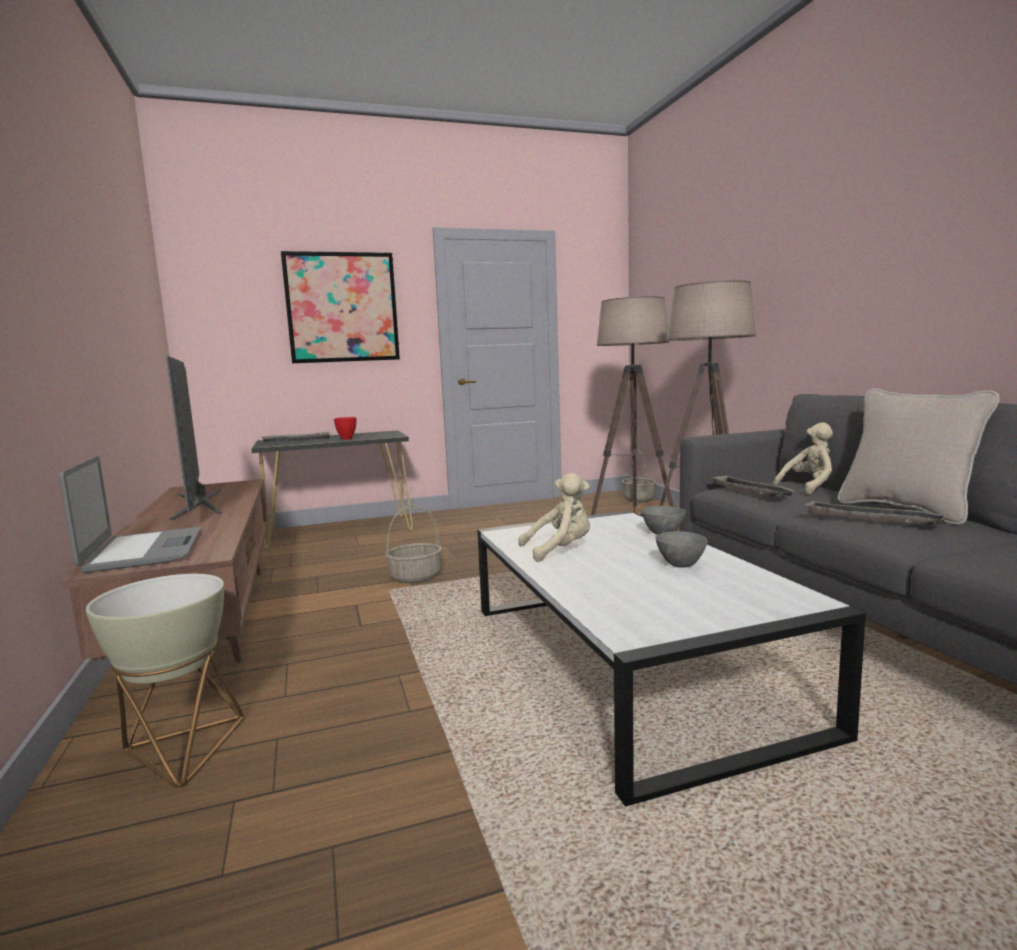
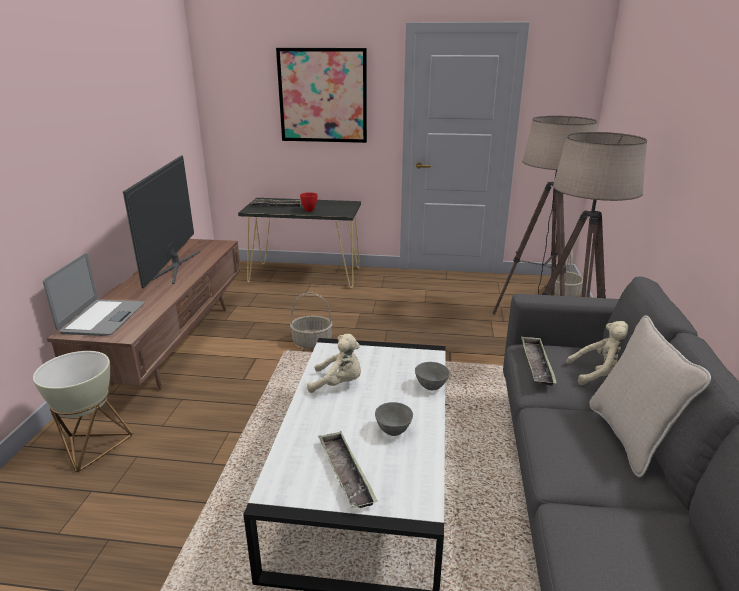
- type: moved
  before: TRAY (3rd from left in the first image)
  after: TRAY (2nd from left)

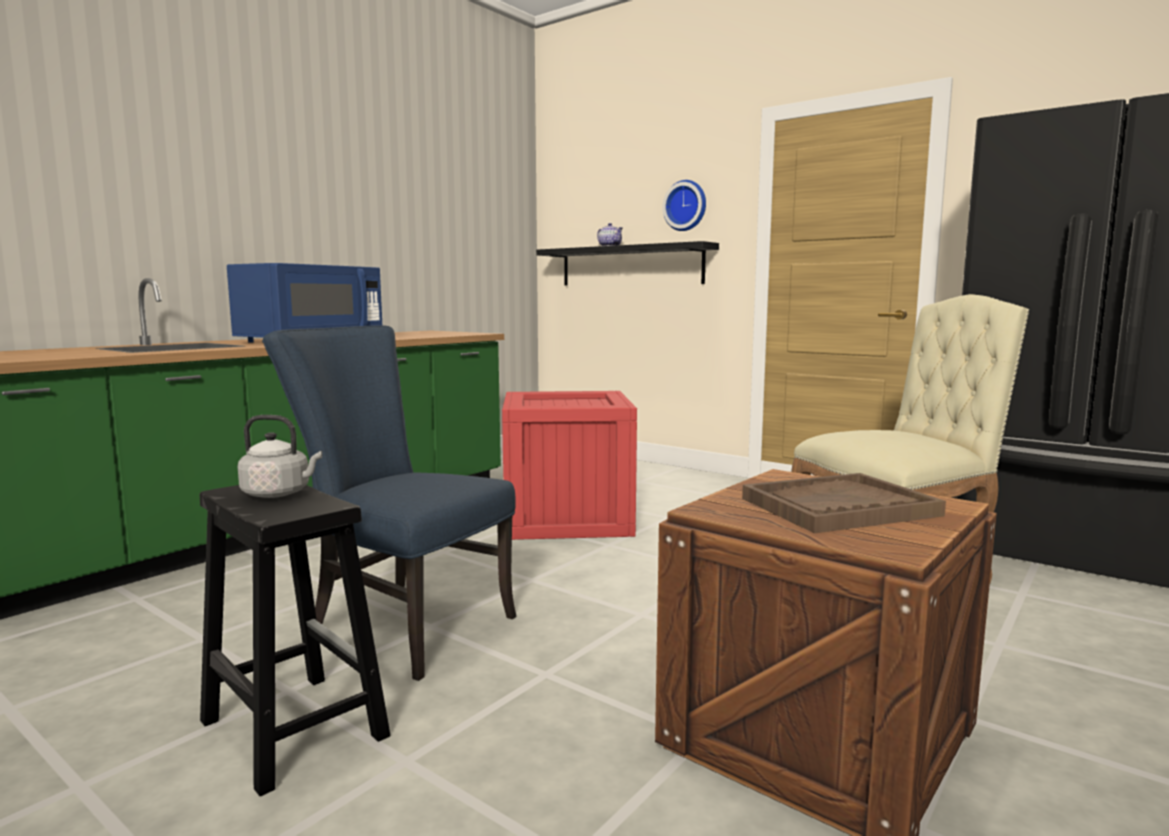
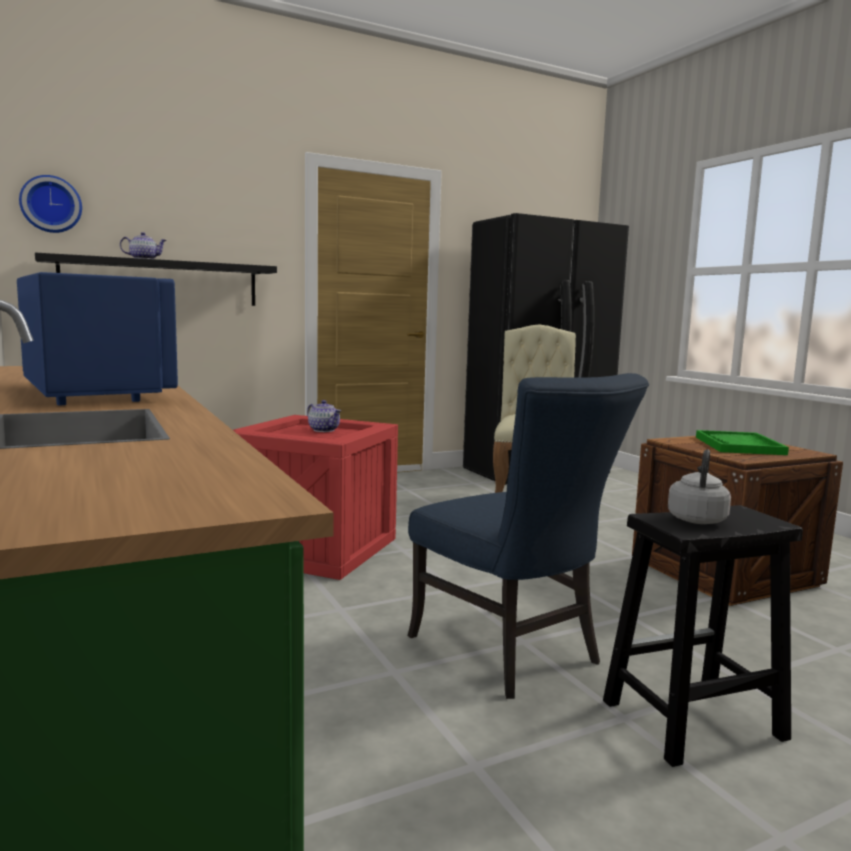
- type: added
  after: TEA POT (2nd from left)
- type: moved
  before: CLOCK ON THE WALL
- type: recoloured
  before: BROWNISH TRAY
  after: GREEN-COLOURED TRAY
- type: turned
  before: BLUISH CHAIR
  turn: -90

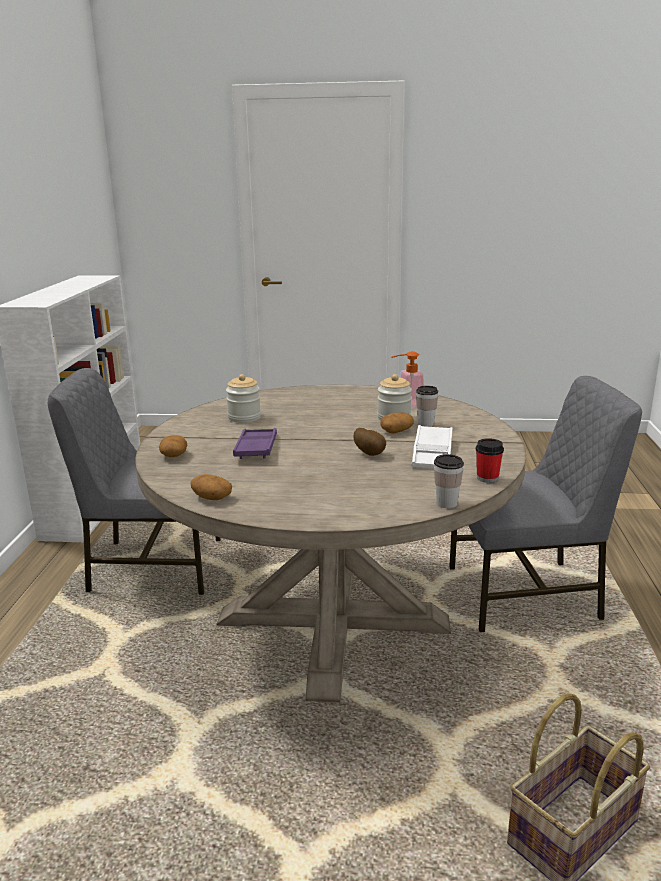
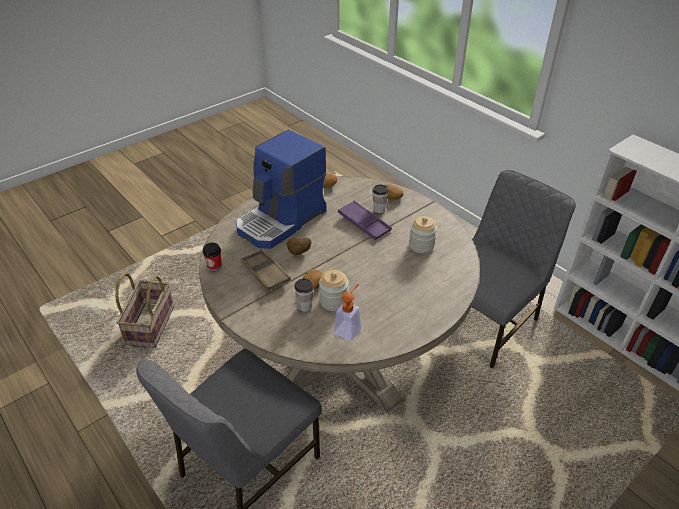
- type: added
  after: COFFEE MACHINE
- type: moved
  before: SMALL CUP (2nd from left in the first image)
  after: SMALL CUP (3rd from left)
- type: recoloured
  before: WHITE-COLOURED TRAY
  after: BROWNISH TRAY

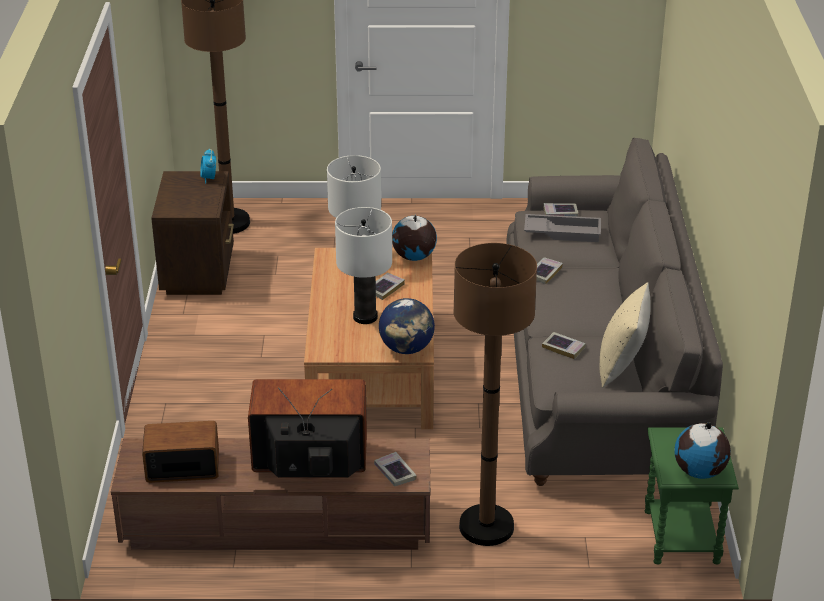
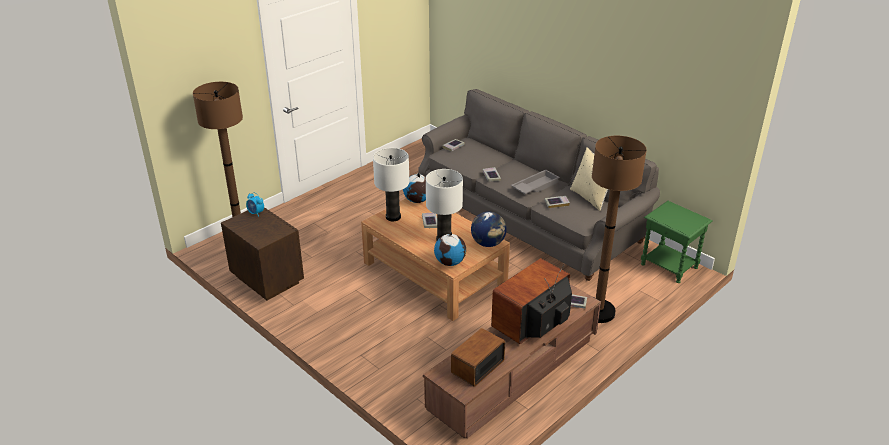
- type: moved
  before: GRAY TRAY
- type: moved
  before: WORLD GLOBE (3rd from left in the first image)
  after: WORLD GLOBE (2nd from left)

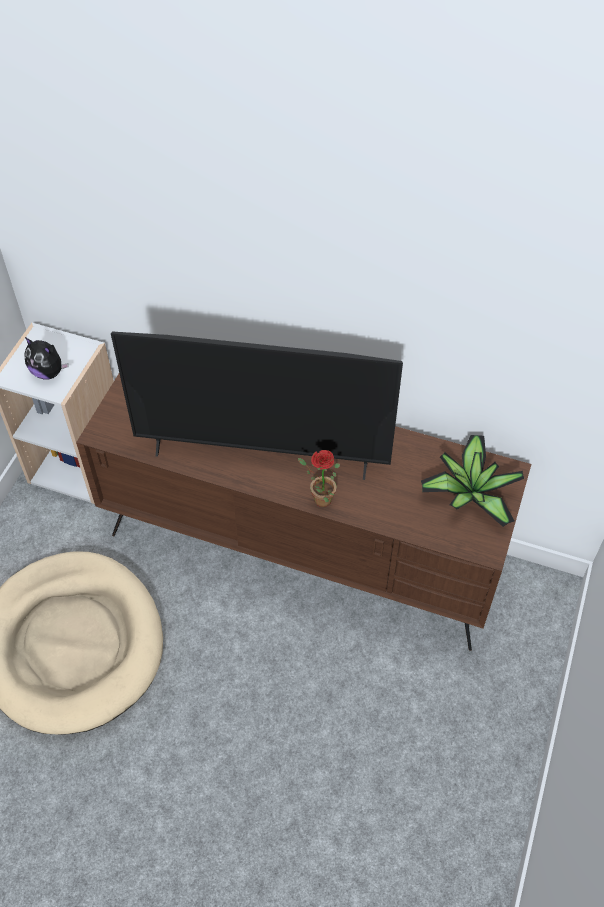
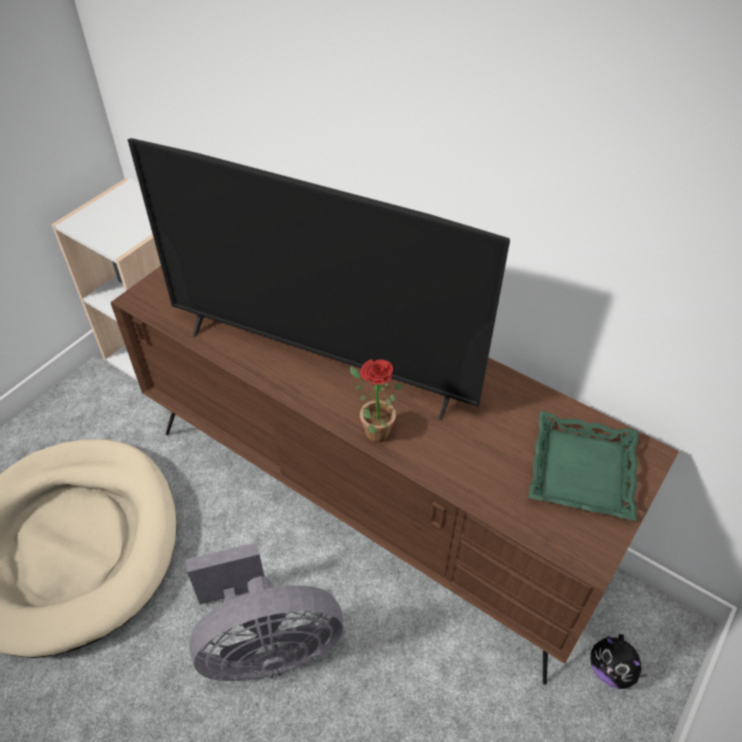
- type: added
  after: GRAY COOLING FAN
- type: moved
  before: CUDDLY TOY
- type: replaced
  before: HOUSEPLANT (2nd from left)
  after: GREEN-COLOURED TRAY

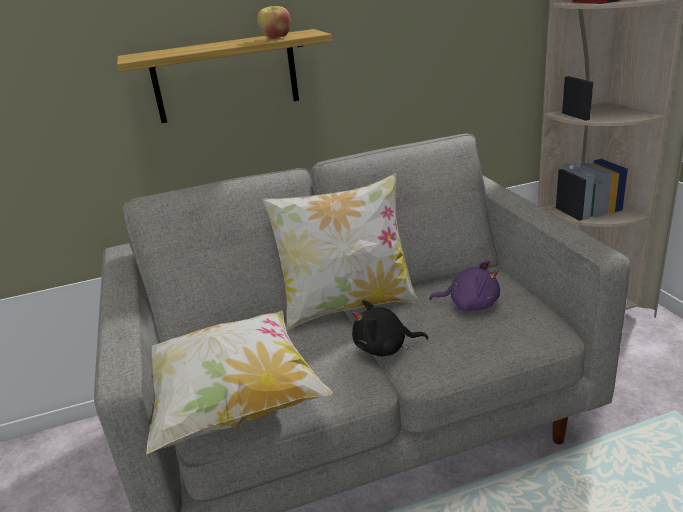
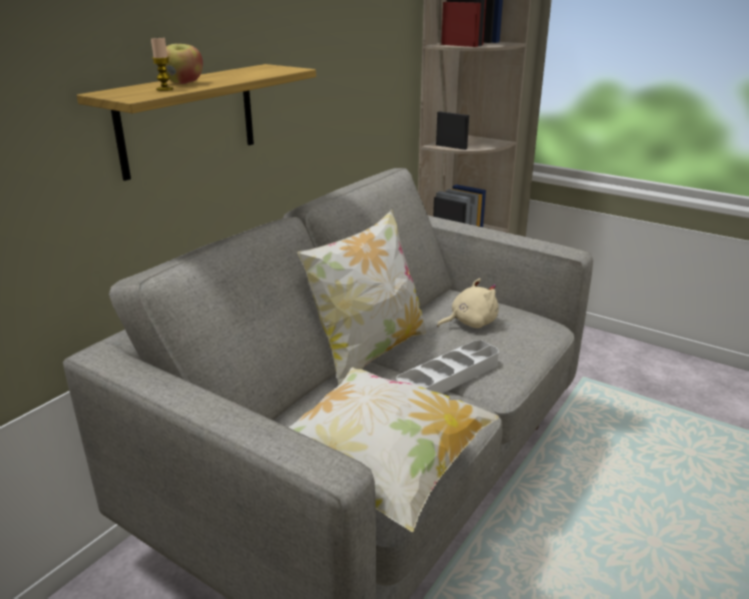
- type: added
  after: WAX CANDLE
- type: moved
  before: APPLE FRUIT
- type: replaced
  before: BLACK CUDDLY TOY
  after: GRAY TRAY
- type: recoloured
  before: PURPLE-COLOURED CUDDLY TOY
  after: BEIGE-COLOURED CUDDLY TOY

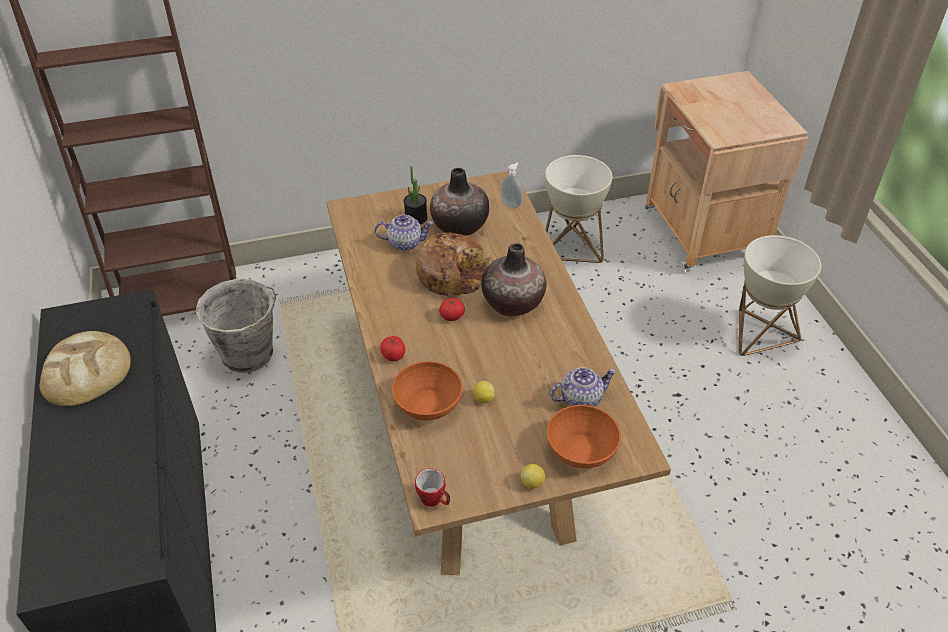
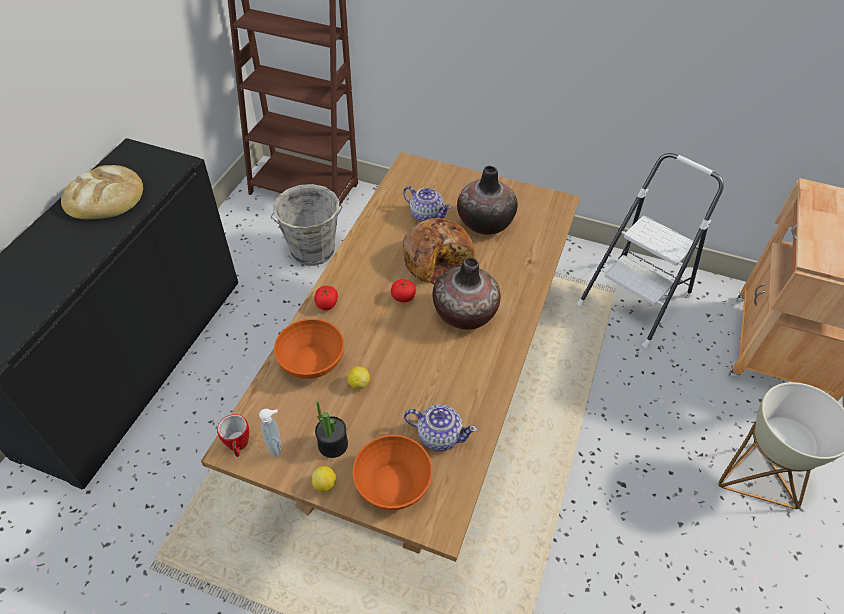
- type: moved
  before: HOUSEPLANT
- type: moved
  before: SOAP BOTTLE
- type: replaced
  before: FLOWER POT (1st from left)
  after: WHITE-COLOURED STEP LADDER

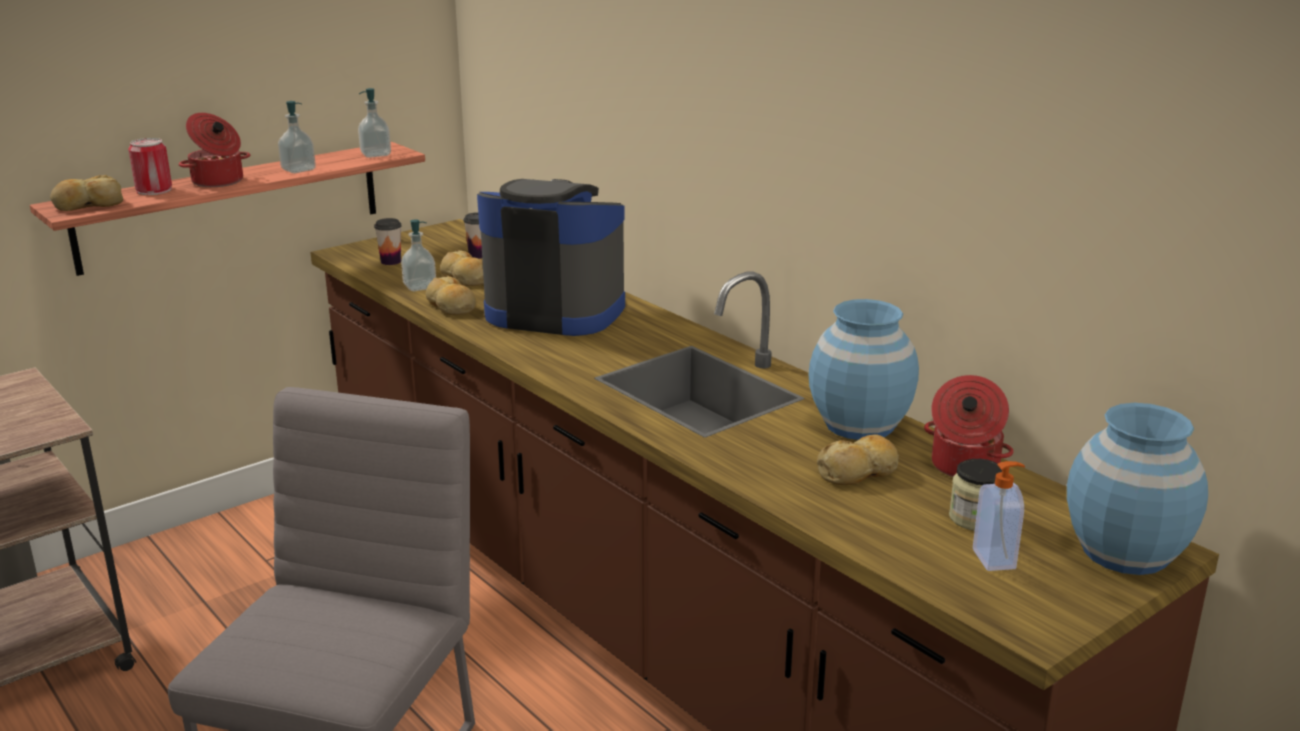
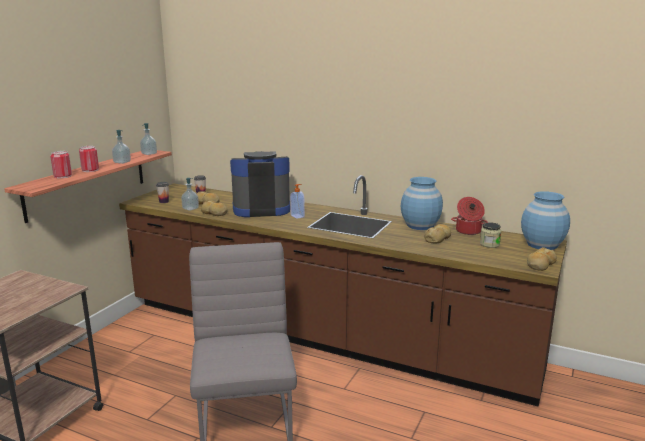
- type: moved
  before: BAKED BREAD (1st from left in the first image)
  after: BAKED BREAD (4th from left)
- type: moved
  before: SOAP BOTTLE (4th from left)
- type: replaced
  before: STOCKPOT (1st from left)
  after: METAL CAN (2nd from left)

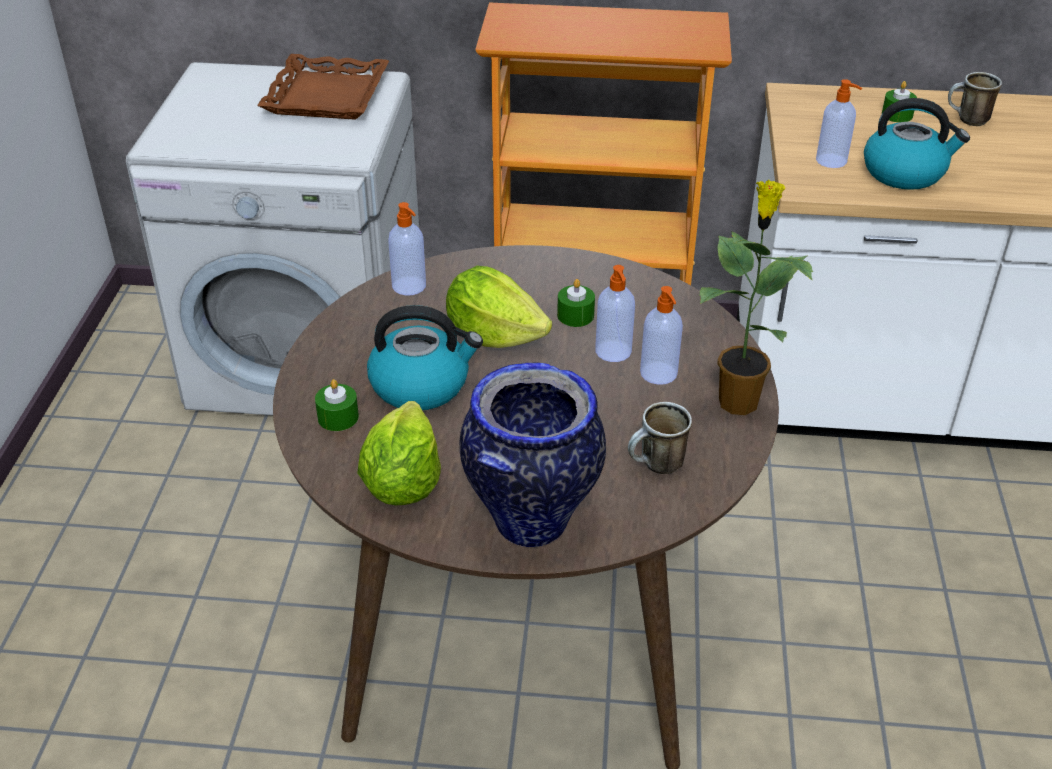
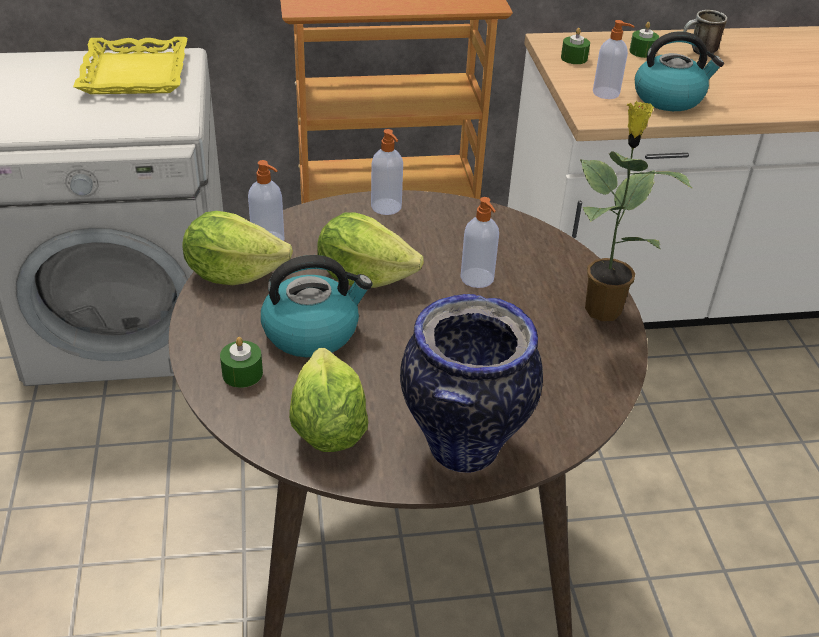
- type: removed
  before: COFFEE MUG (1st from left)
- type: added
  after: LETTUCE HEAD (1st from left)
- type: moved
  before: GREEN-COLOURED WAX CANDLE (2nd from left)
- type: moved
  before: SOAP BOTTLE (3rd from left in the first image)
  after: SOAP BOTTLE (2nd from left)
- type: recoloured
  before: BROWNISH TRAY
  after: YELLOW-COLOURED TRAY

